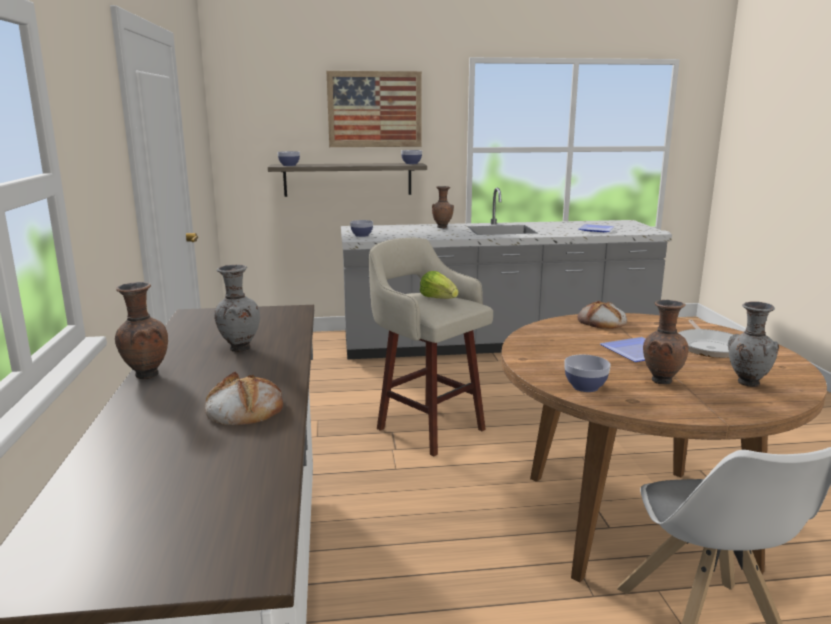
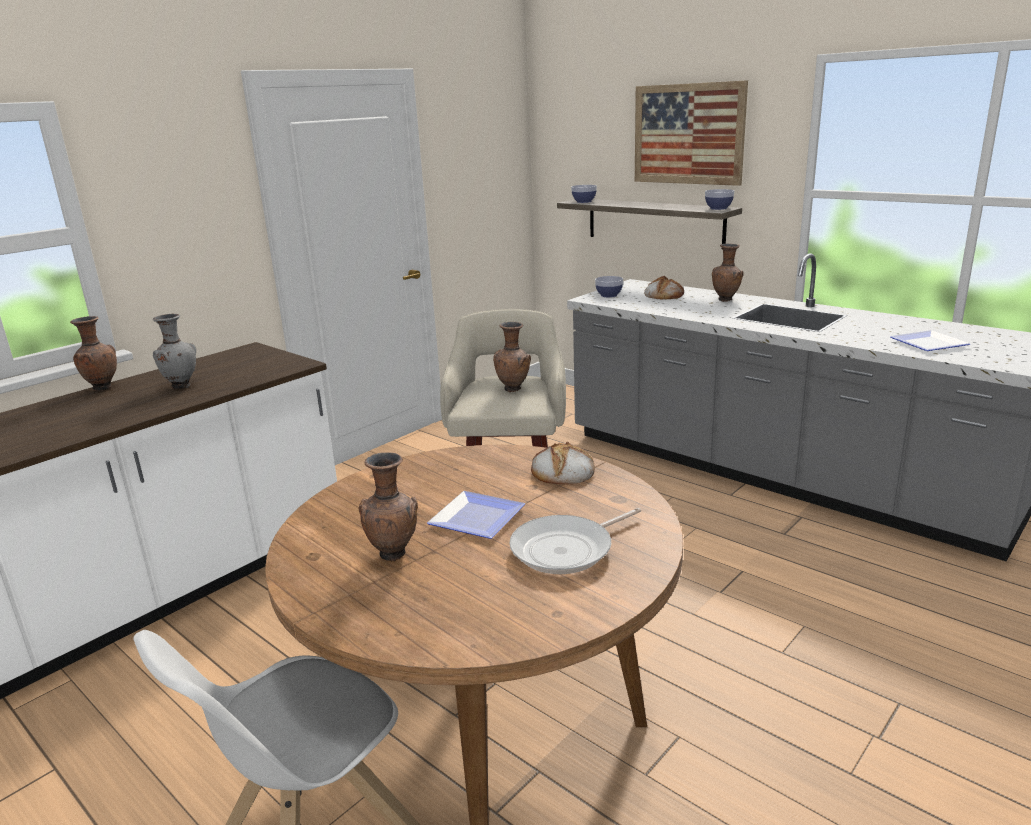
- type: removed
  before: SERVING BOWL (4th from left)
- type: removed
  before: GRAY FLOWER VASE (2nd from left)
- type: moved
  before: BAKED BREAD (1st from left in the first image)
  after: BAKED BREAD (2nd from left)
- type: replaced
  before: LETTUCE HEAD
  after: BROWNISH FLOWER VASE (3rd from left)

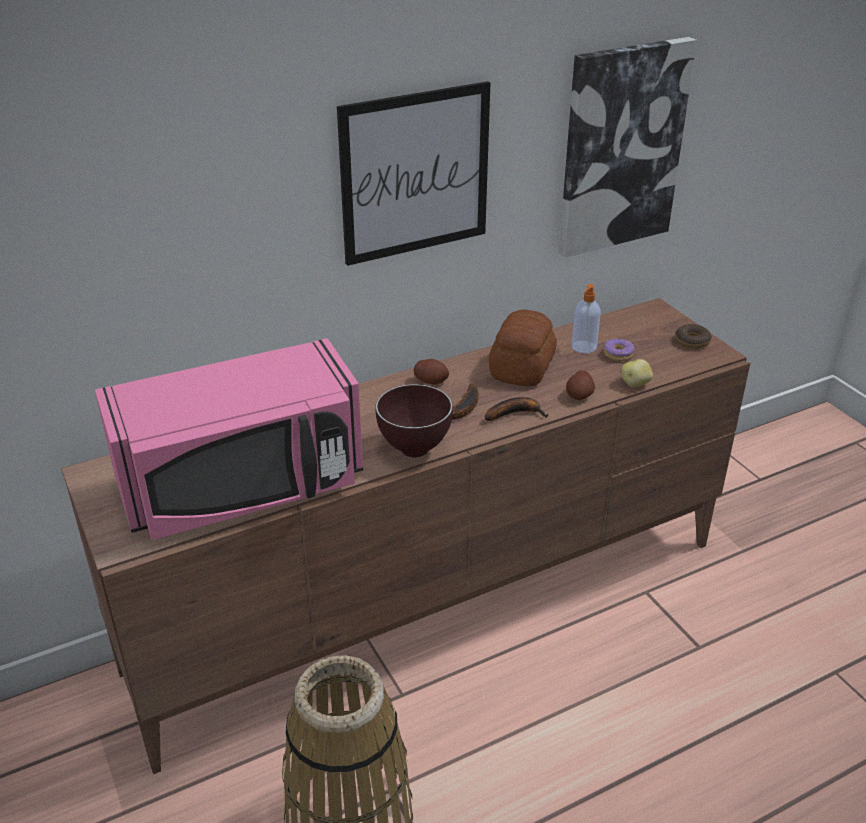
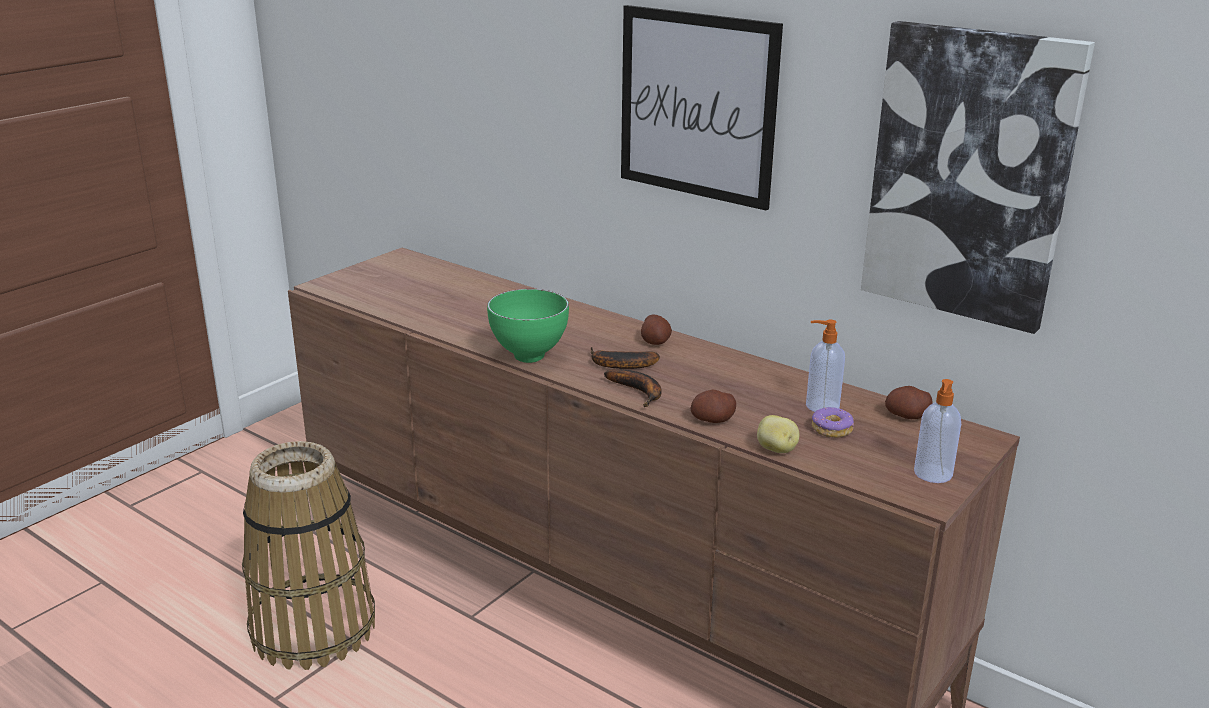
- type: removed
  before: PINK KITCHEN MICROWAVE
- type: removed
  before: BAKED BREAD
- type: added
  after: POTATO (4th from left)
- type: replaced
  before: RING DOUGHNUT (2nd from left)
  after: SOAP BOTTLE (2nd from left)
- type: recoloured
  before: BROWNISH SERVING BOWL
  after: GREEN-COLOURED SERVING BOWL

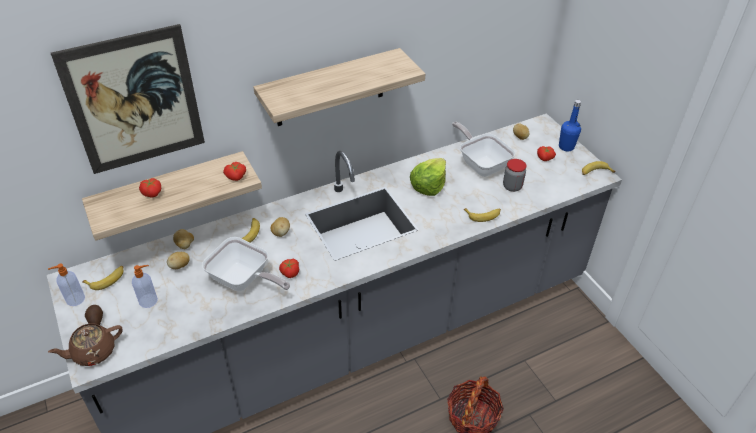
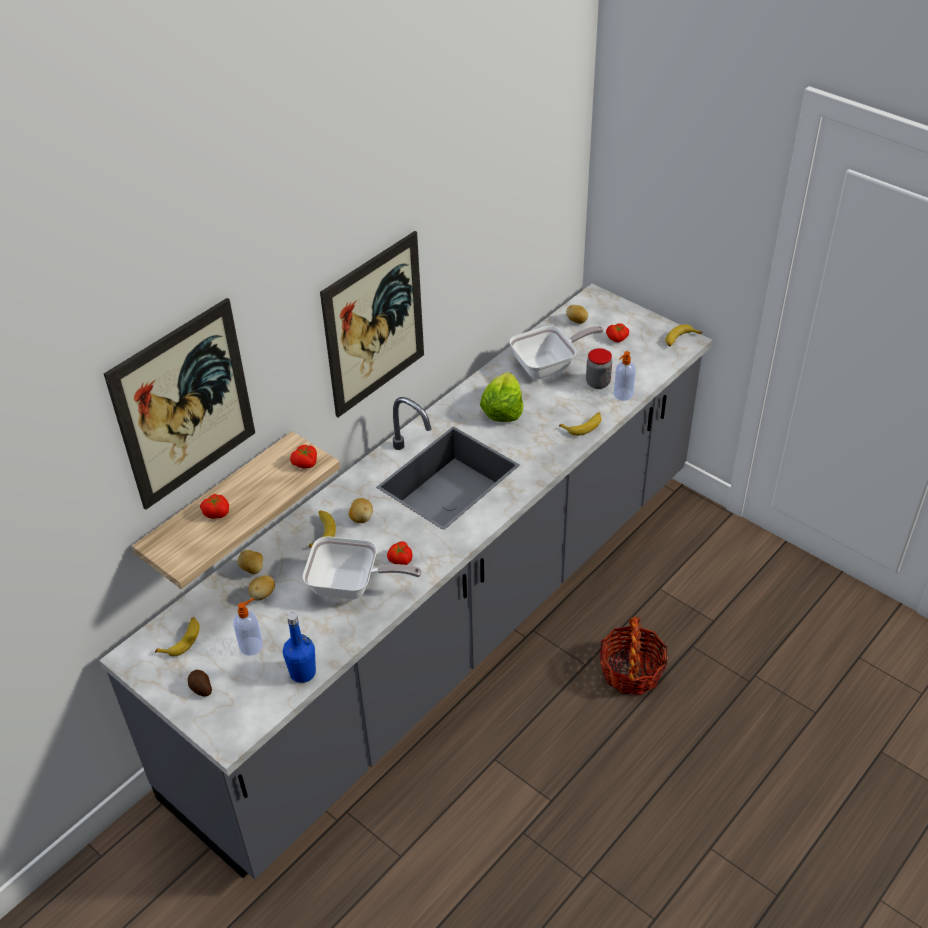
- type: removed
  before: BROWNISH TEA POT
- type: moved
  before: SOAP BOTTLE (1st from left in the first image)
  after: SOAP BOTTLE (2nd from left)
- type: moved
  before: BLUISH BEVERAGE BOTTLE
- type: replaced
  before: WALL SHELF (2nd from left)
  after: PICTURE (2nd from left)
- type: turned
  before: FRYING PAN (2nd from left)
  turn: 120

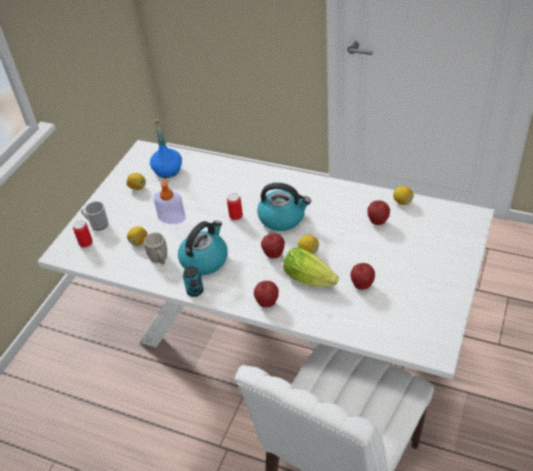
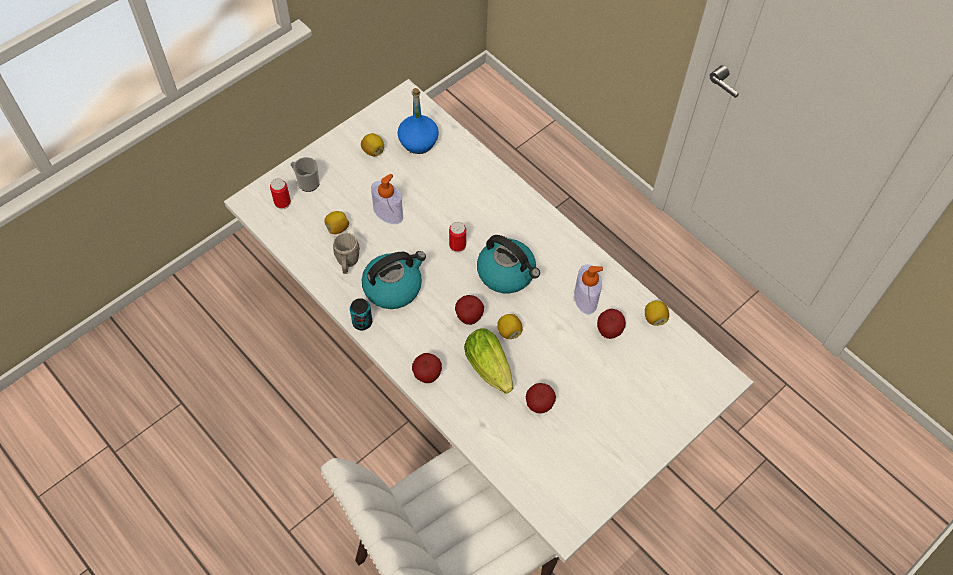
- type: added
  after: SOAP BOTTLE (2nd from left)

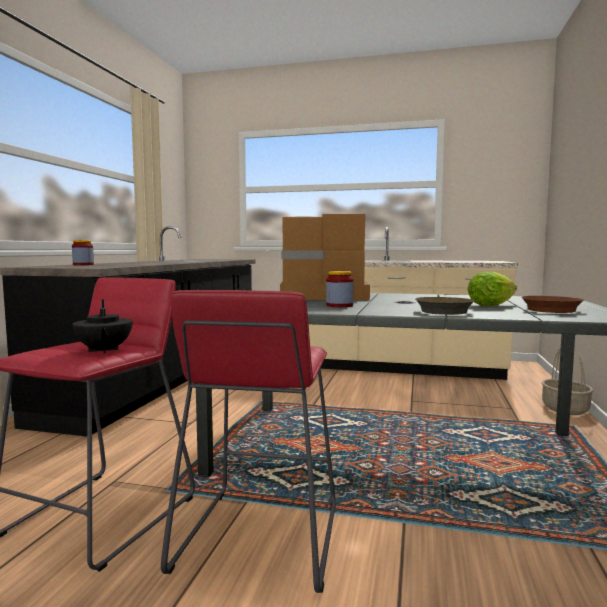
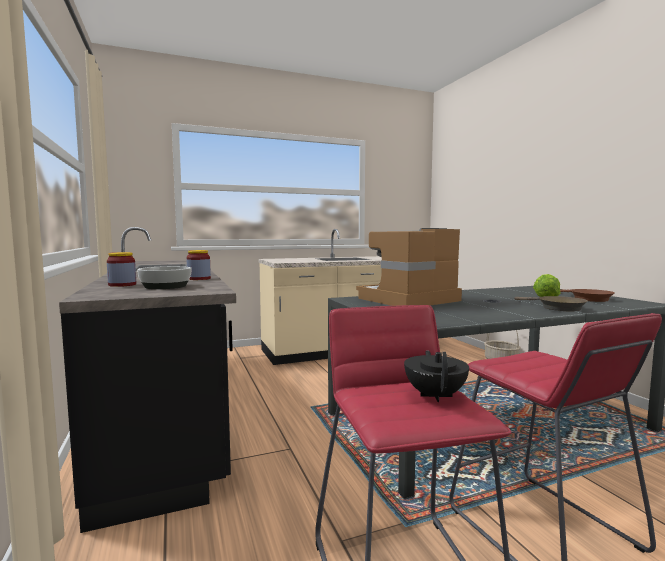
- type: added
  after: SERVING BOWL
- type: moved
  before: STORAGE JAR (2nd from left)
- type: turned
  before: BLACK TEA POT
  turn: -120

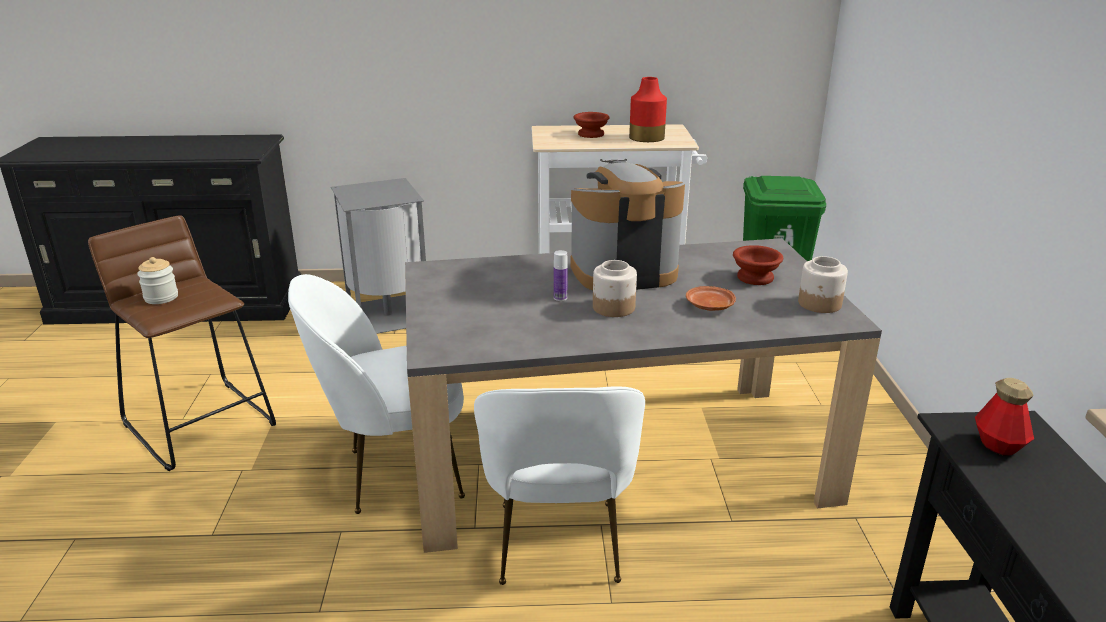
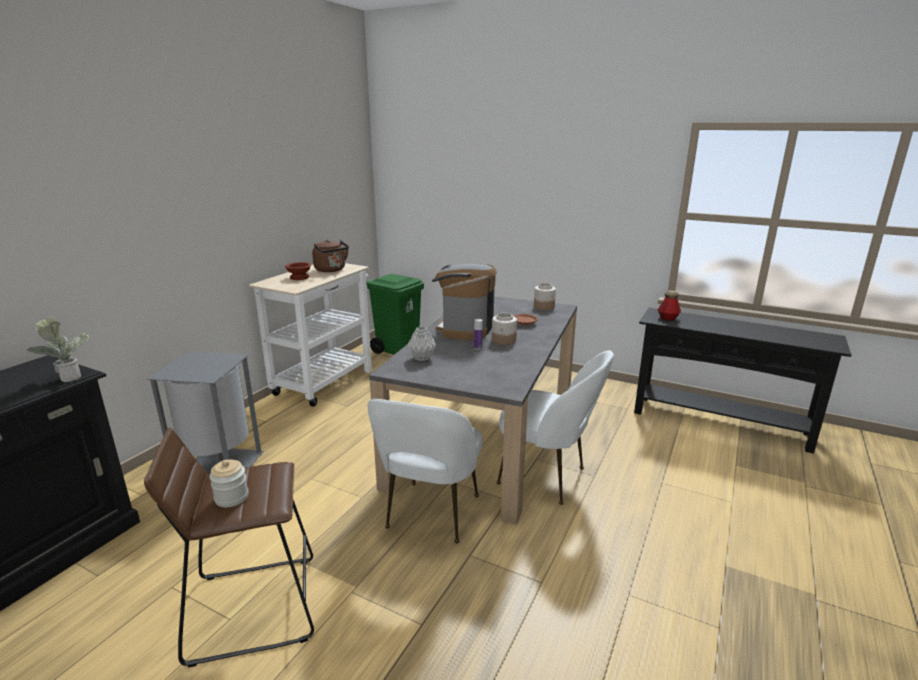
- type: removed
  before: BROWNISH SERVING BOWL (2nd from left)
- type: added
  after: HOUSEPLANT
- type: added
  after: GRAY FLOWER VASE
- type: replaced
  before: RED-COLOURED FLOWER VASE
  after: BROWNISH TEA KETTLE

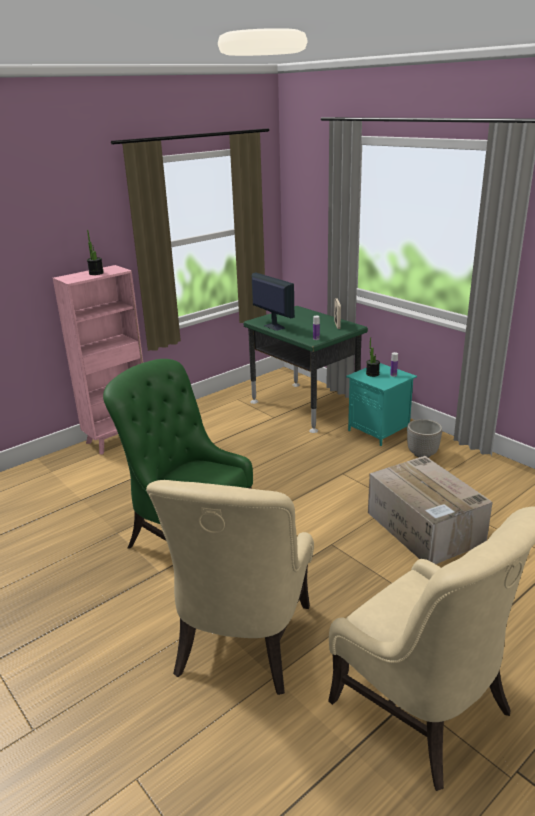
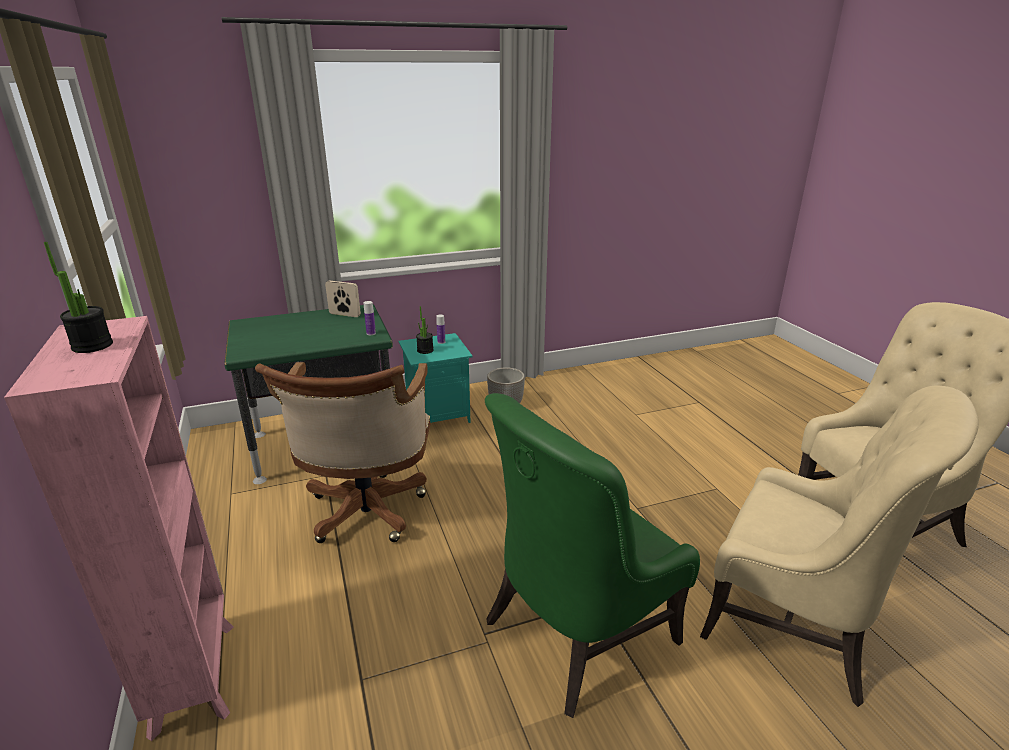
- type: removed
  before: COMPUTER DISPLAY
- type: removed
  before: CARDBOARD BOX
- type: added
  after: COMPUTER CHAIR

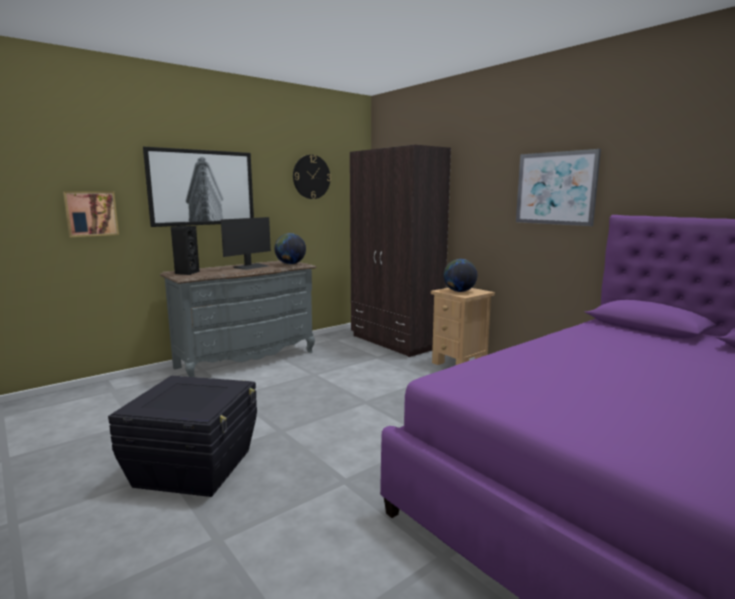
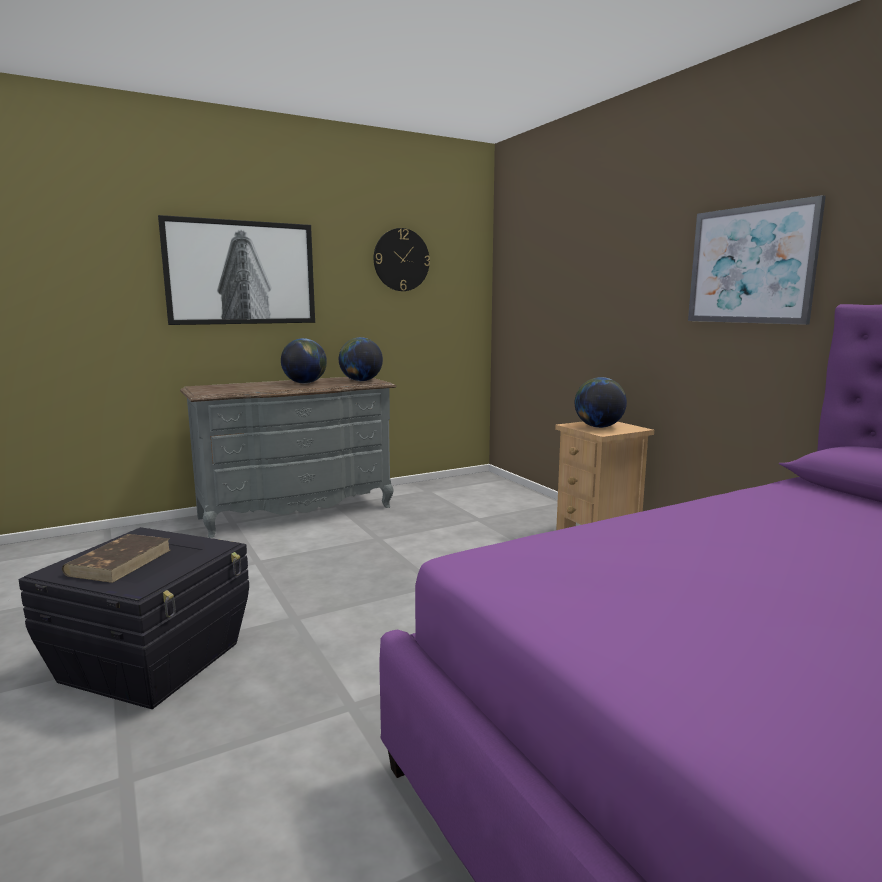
- type: removed
  before: PICTURE (1st from left)
- type: removed
  before: BLACK SPEAKER
- type: removed
  before: BROWNISH CLOTHES CUPBOARD
- type: added
  after: BROWNISH BOUND BOOK
- type: replaced
  before: COMPUTER DISPLAY
  after: WORLD GLOBE (1st from left)

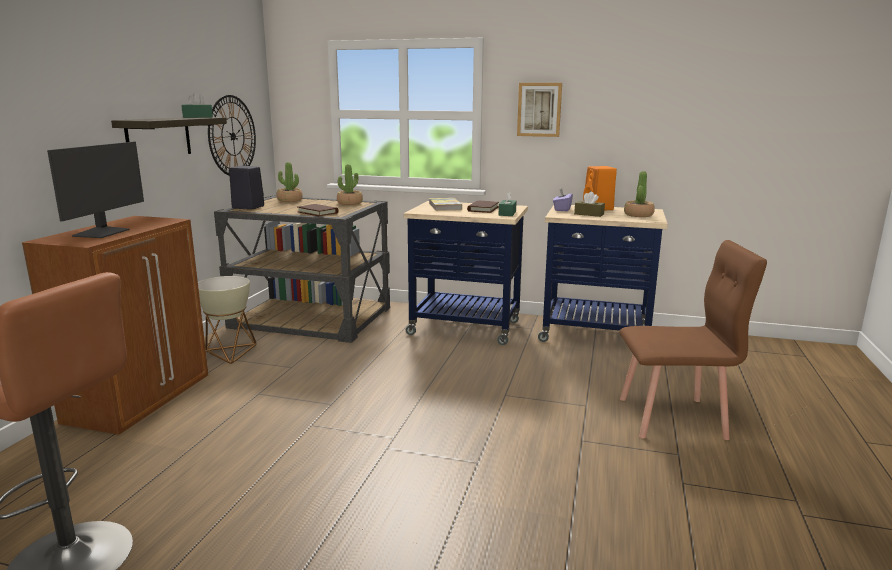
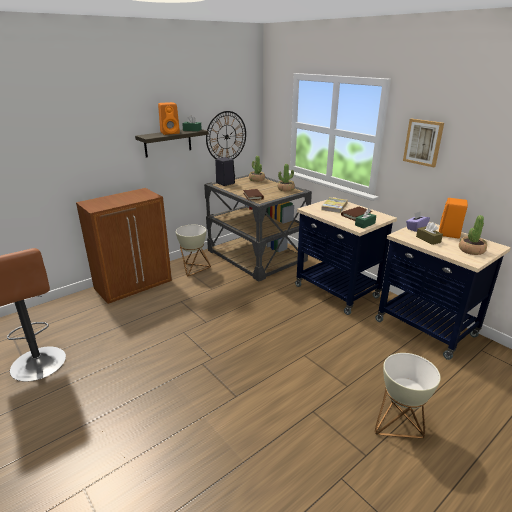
- type: removed
  before: COMPUTER DISPLAY
- type: added
  after: ORANGEY SPEAKER (1st from left)
- type: replaced
  before: BROWNISH CHAIR
  after: FLOWER POT (2nd from left)

